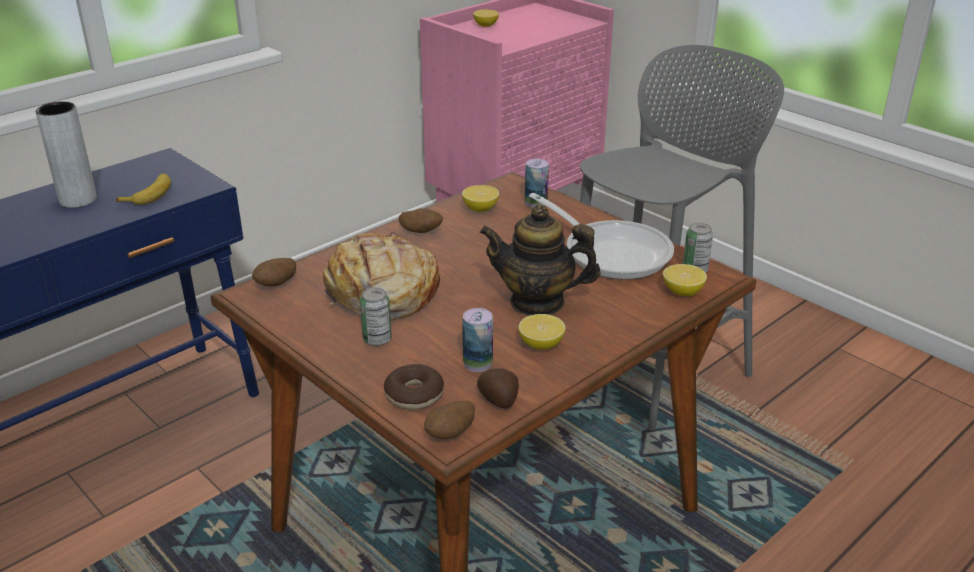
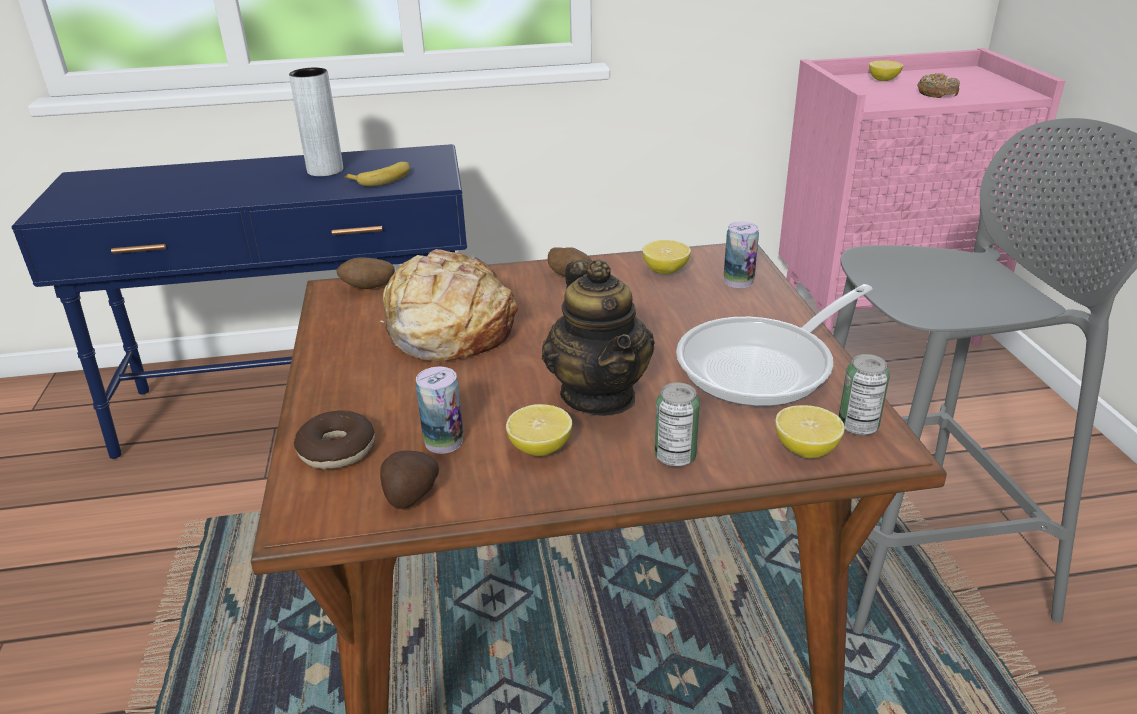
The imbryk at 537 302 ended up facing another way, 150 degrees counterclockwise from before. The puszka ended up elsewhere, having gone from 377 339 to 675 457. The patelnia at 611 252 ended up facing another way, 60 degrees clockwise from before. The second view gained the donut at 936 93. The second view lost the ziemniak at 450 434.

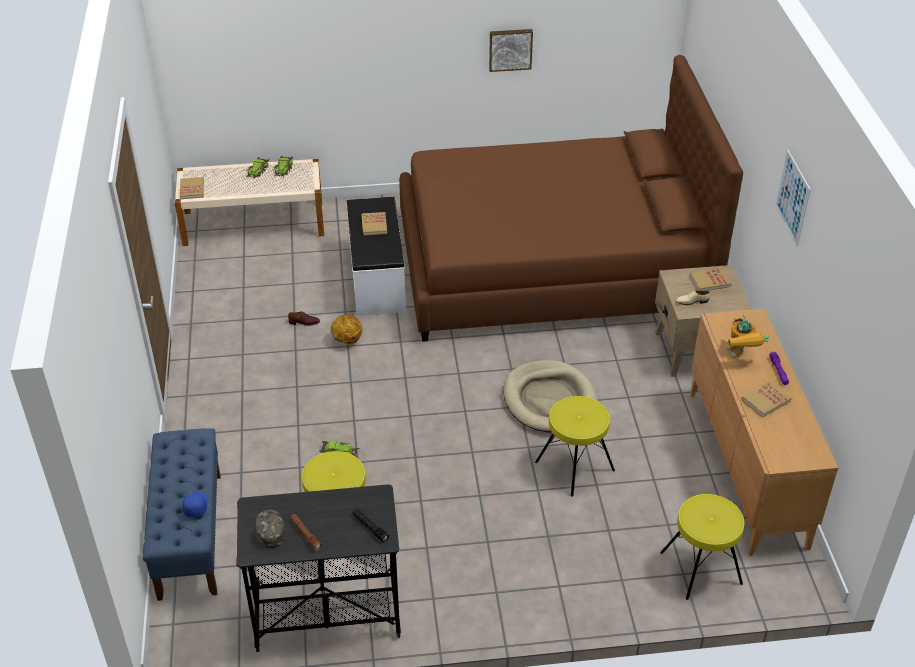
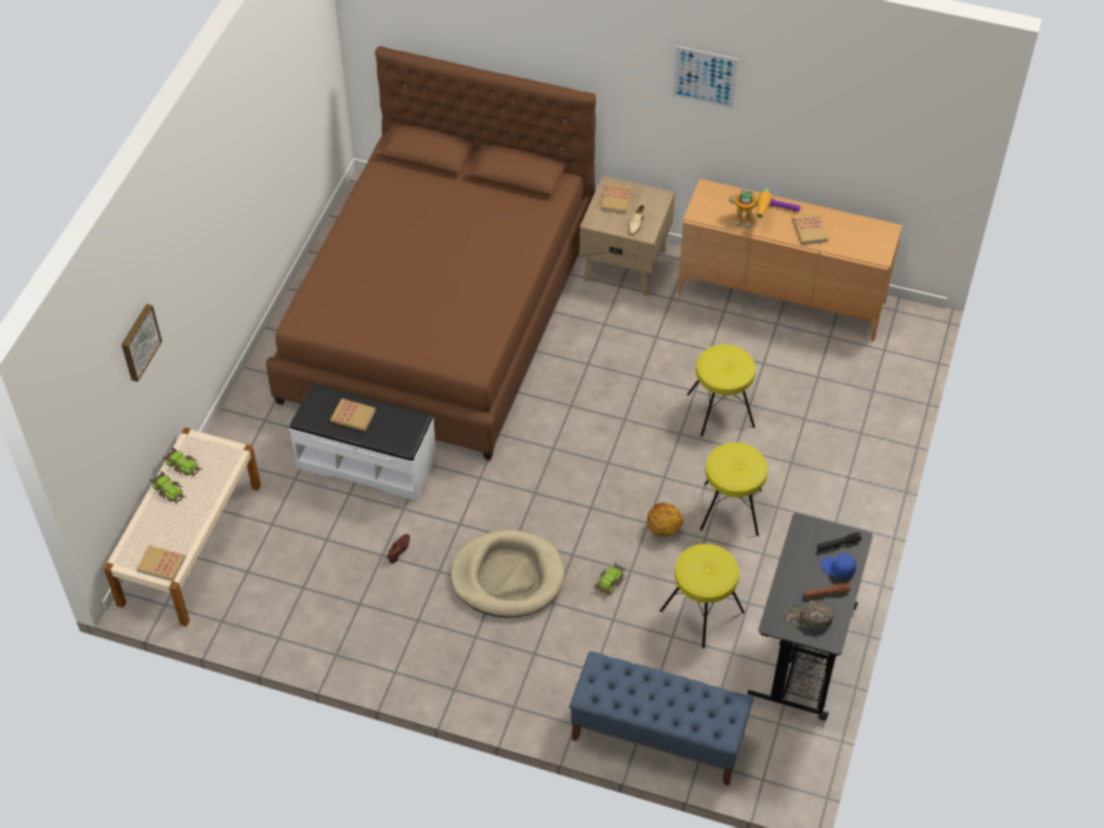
The obraz ended up elsewhere, having gone from 510 49 to 139 342. The legowisko (beżowy) ended up elsewhere, having gone from 549 400 to 508 577. The piłka do koszykówki ended up elsewhere, having gone from 347 340 to 663 529. The stołek (żółty) ended up elsewhere, having gone from 701 567 to 730 509. The czapka z daszkiem (niebieski) ended up elsewhere, having gone from 195 506 to 837 568.

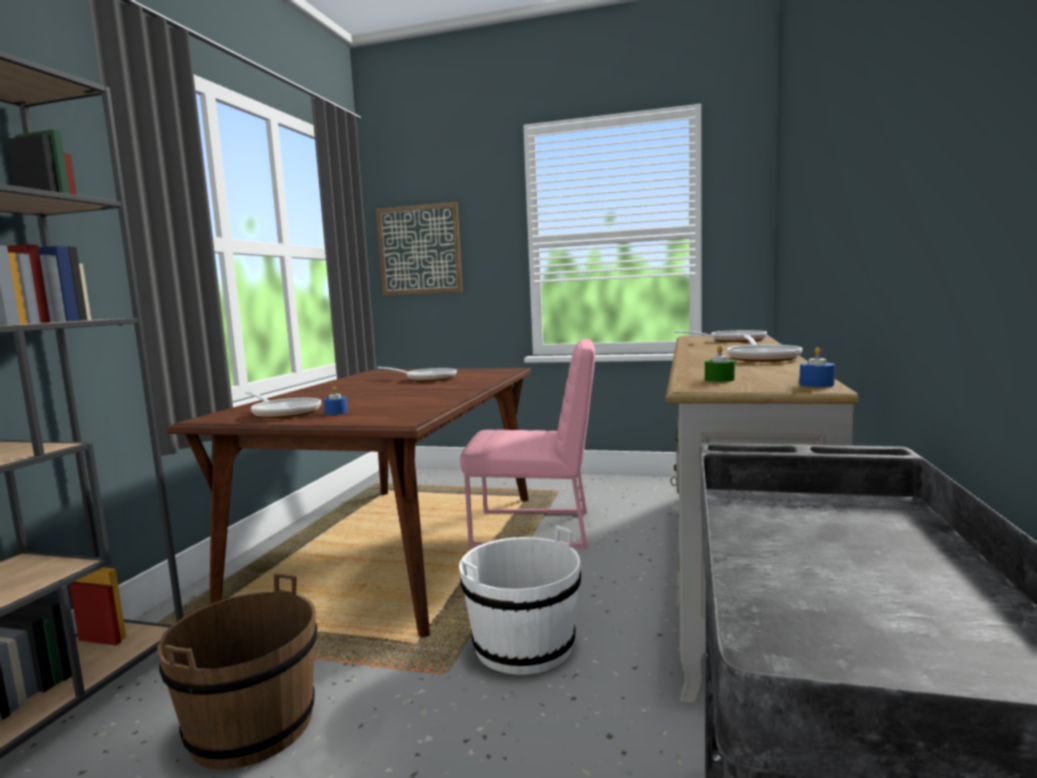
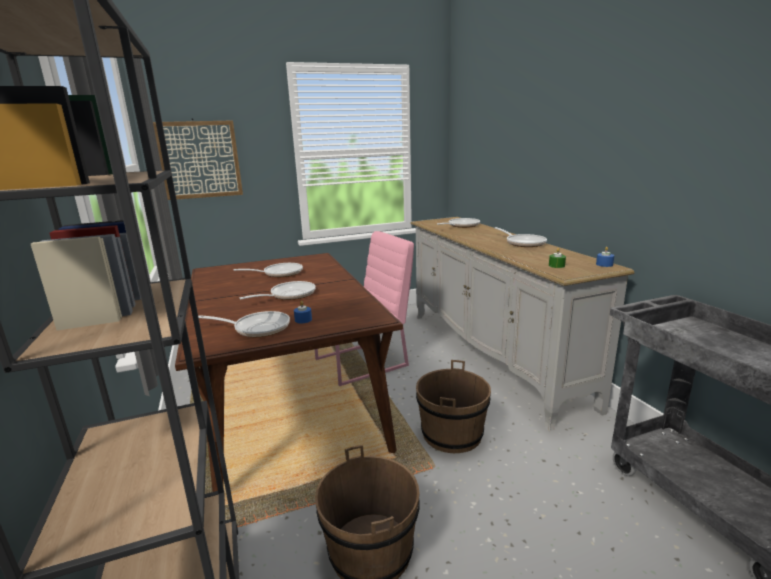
The second view gained the patelnia at 289 295. What was the wiadro (biały) at 524 646 turned into the wiadro (brązowy) at 452 434.

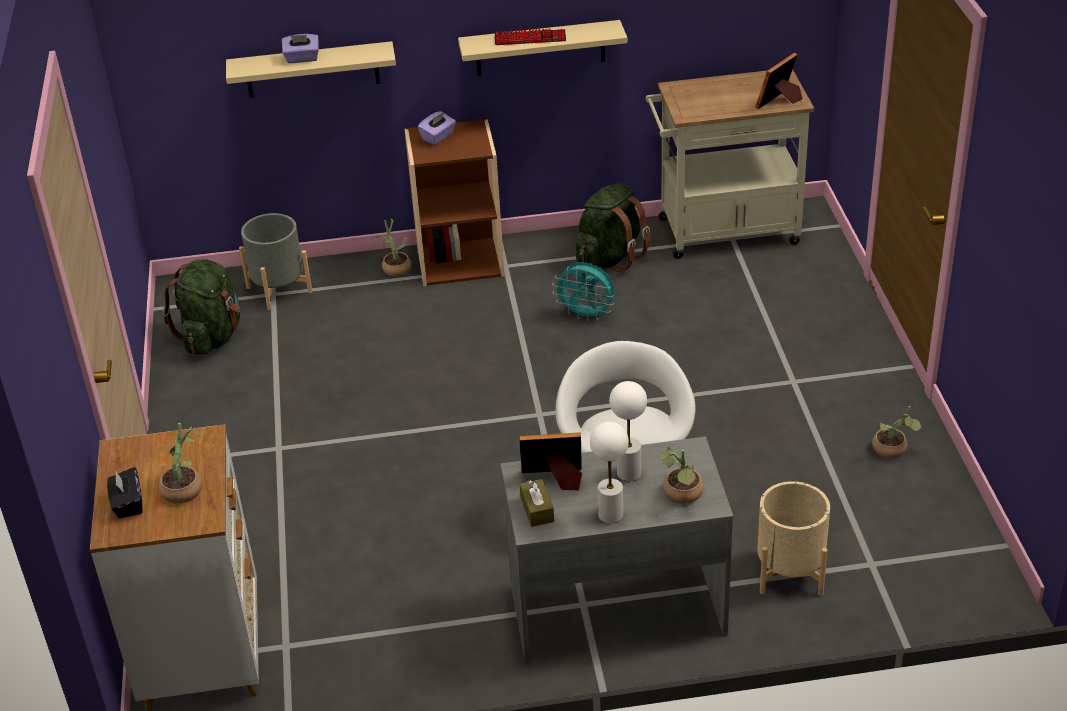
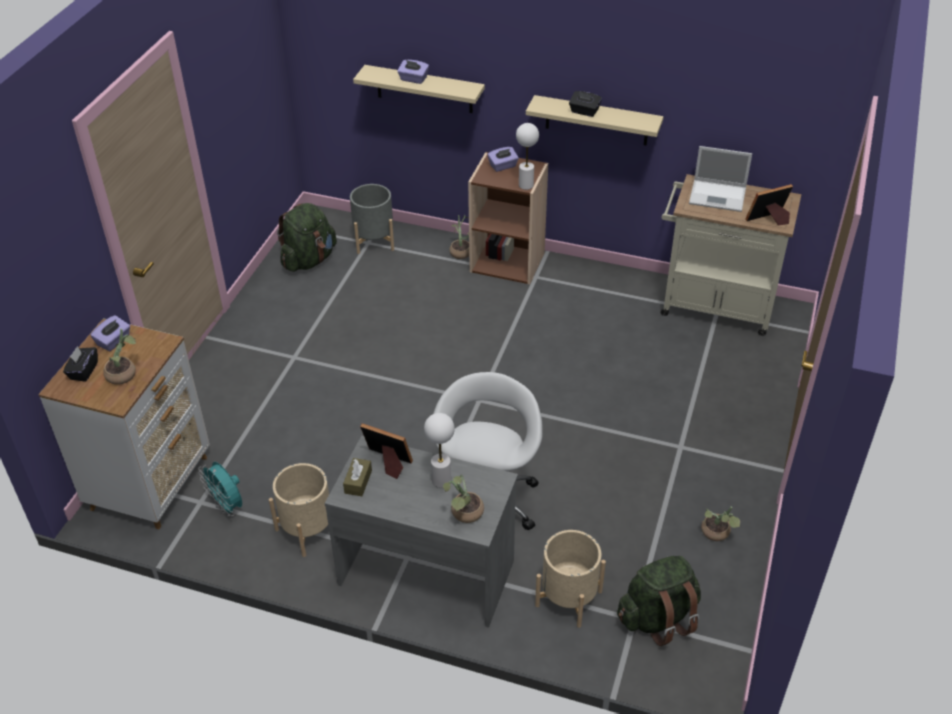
The second view gained the pudełko chusteczek (fioletowy) at 114 341. The wentylator (turkusowy) ended up elsewhere, having gone from 586 315 to 227 506. The second view gained the donica (beżowy) at 308 530. The lampa stołowa (biały) ended up elsewhere, having gone from 611 515 to 526 185. Where the klawiatura stood at 530 38, the pudełko chusteczek (czarny) came to stand at 584 111. The plecak (zielony) ended up elsewhere, having gone from 610 257 to 658 618. The second view gained the laptop at 718 196.

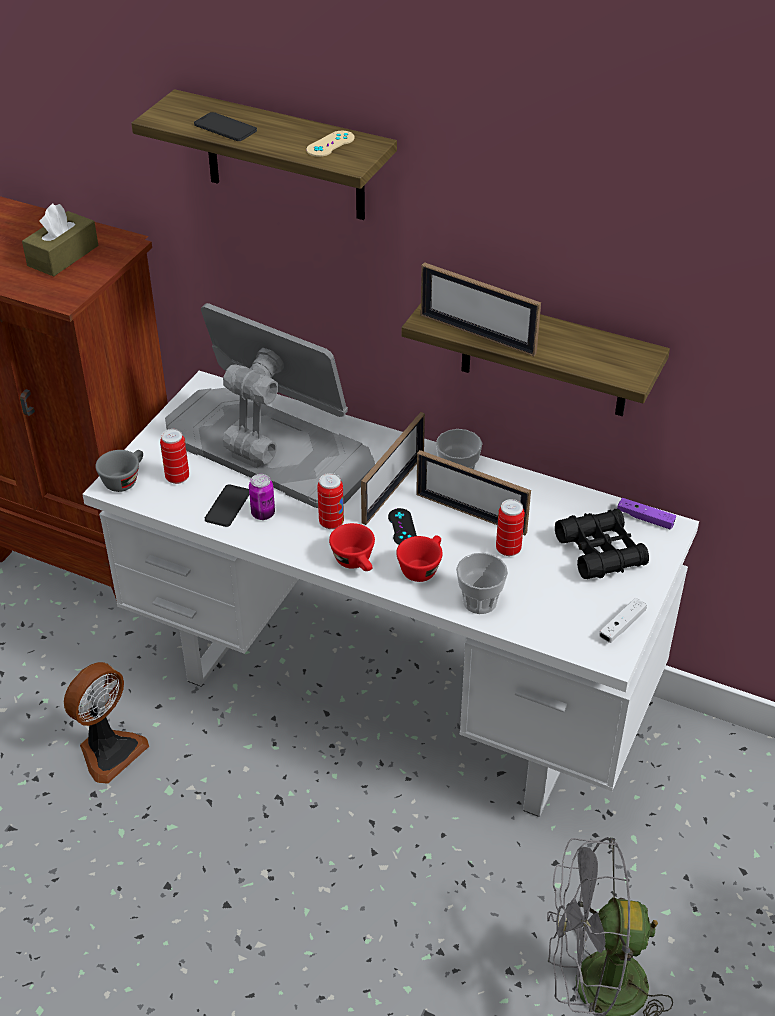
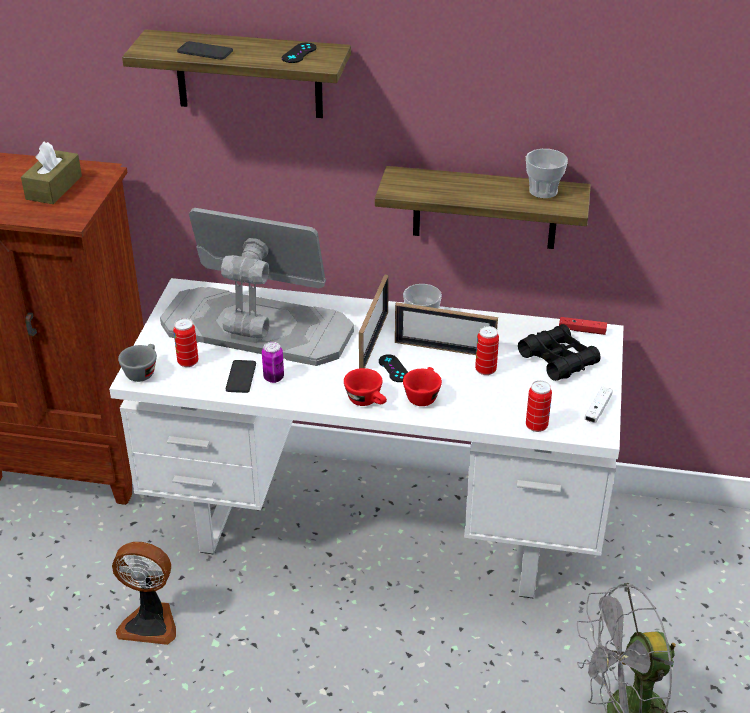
The wentylator at 109 751 ended up facing another way, 75 degrees clockwise from before. What was the pad do gier (beżowy) at 330 144 turned into the pad do gier (czarny) at 299 53. The filiżanka ended up elsewhere, having gone from 479 601 to 543 191. The puszka ended up elsewhere, having gone from 331 522 to 536 426. What was the pad do gier (fioletowy) at 645 518 turned into the pad do gier (czerwony) at 582 330. The second view lost the ramka na zdjęcie at 477 334.

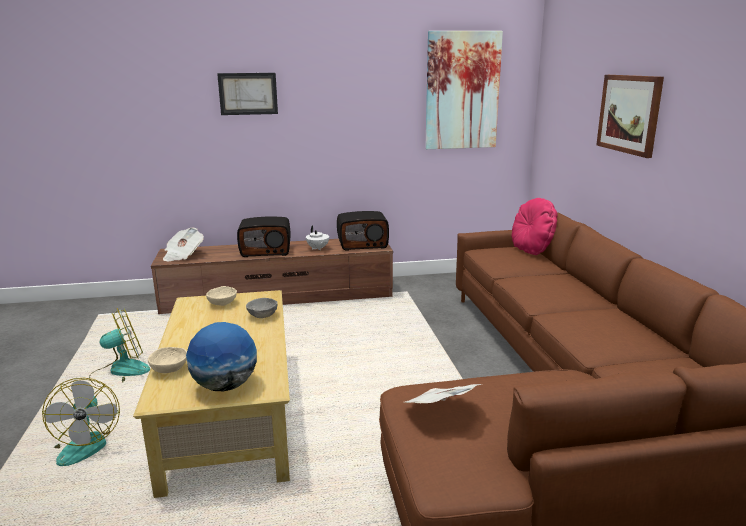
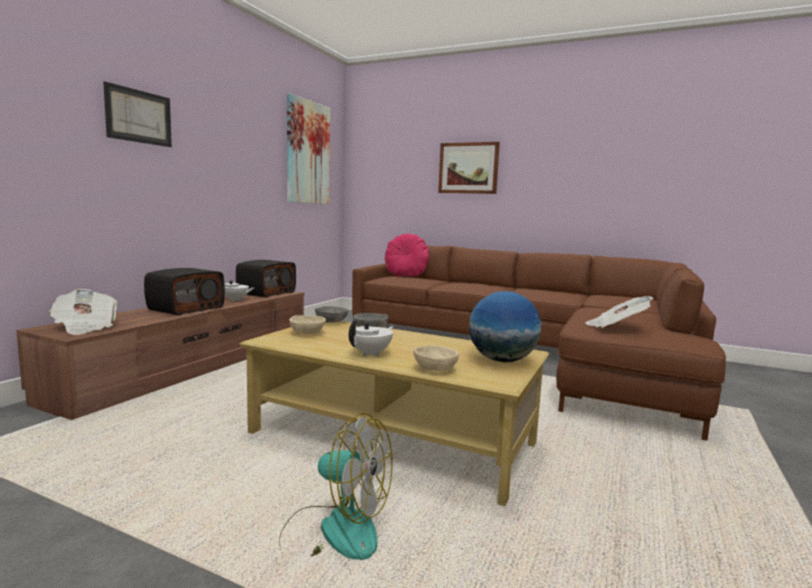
The second view gained the miska (szary) at 331 322. The second view gained the imbryk (biały) at 371 353. The second view lost the wentylator at 120 372.

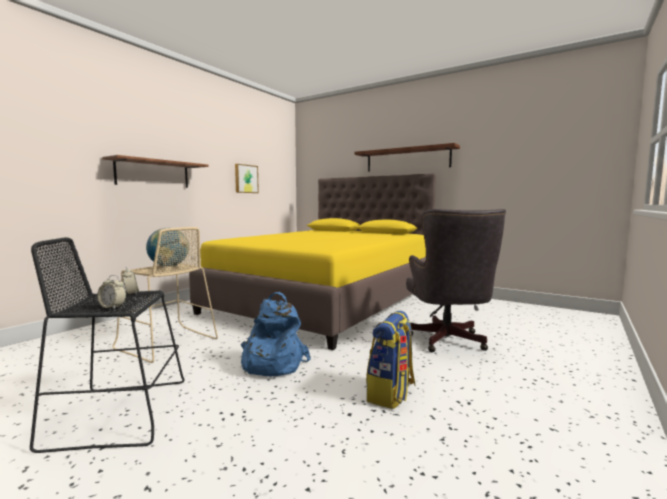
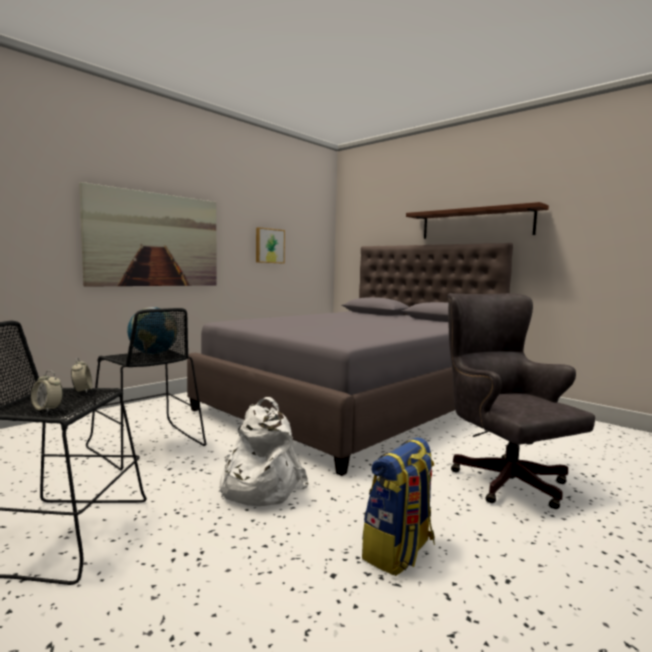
Where the półka hung at 153 174, the obraz came to hang at 154 240. What was the stołek (beżowy) at 167 343 turned into the stołek (czarny) at 147 446. What was the łóżko (żółty) at 325 301 turned into the łóżko (szary) at 355 405. What was the plecak (niebieski) at 271 364 turned into the plecak (biały) at 258 487. The krzesło biurowe (szary) at 448 341 ended up facing another way, 150 degrees clockwise from before.

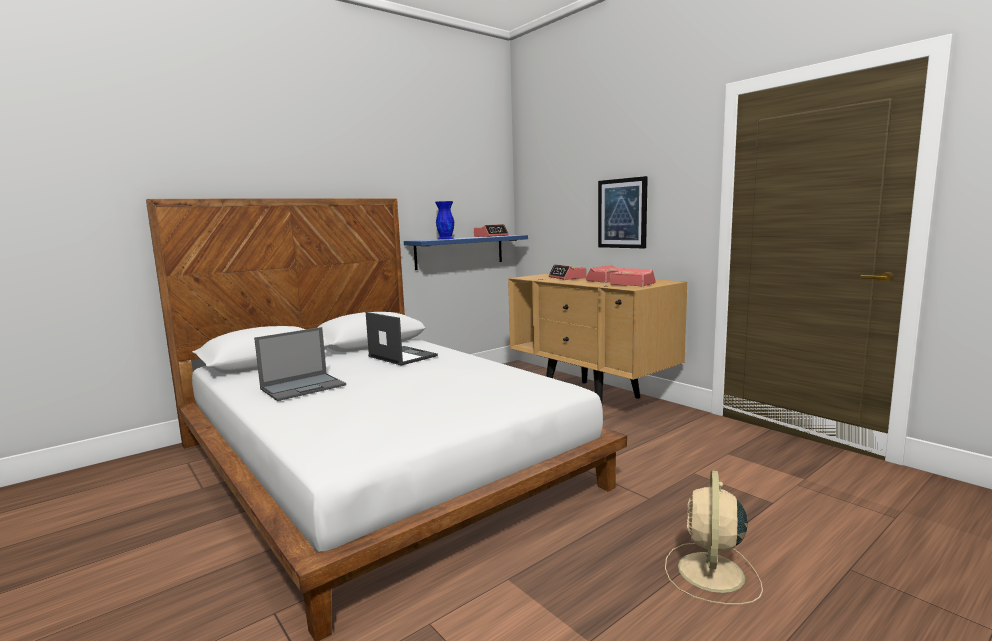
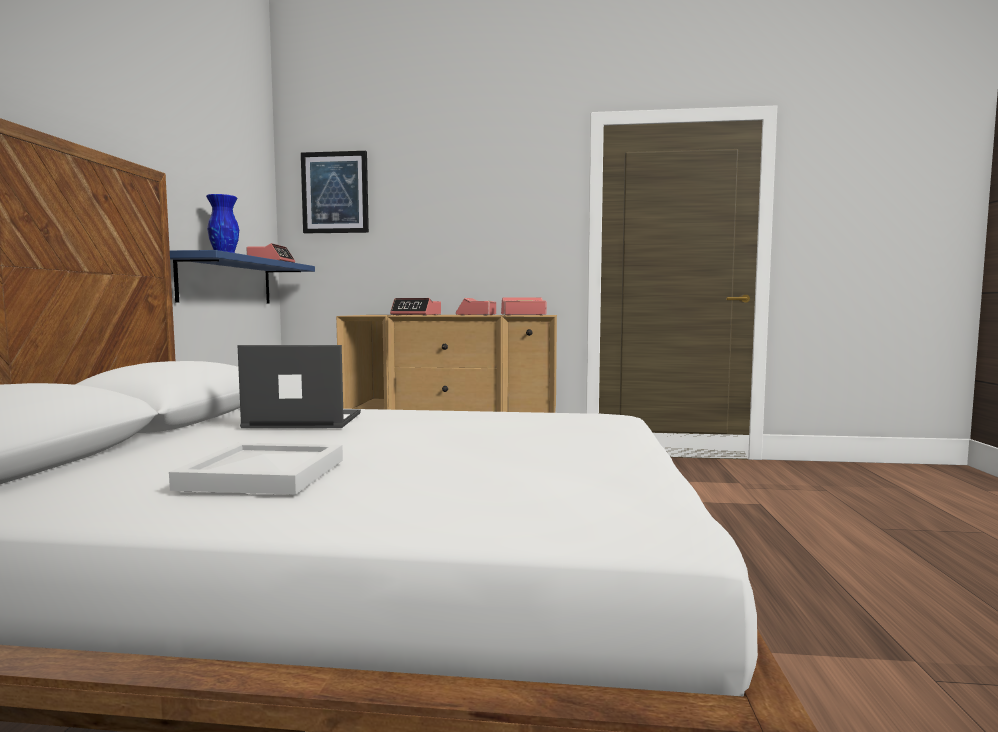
Where the laptop stood at 304 387, the taca (biały) came to stand at 263 473. The obraz ended up elsewhere, having gone from 622 213 to 335 193. The second view lost the wentylator (beżowy) at 711 574.

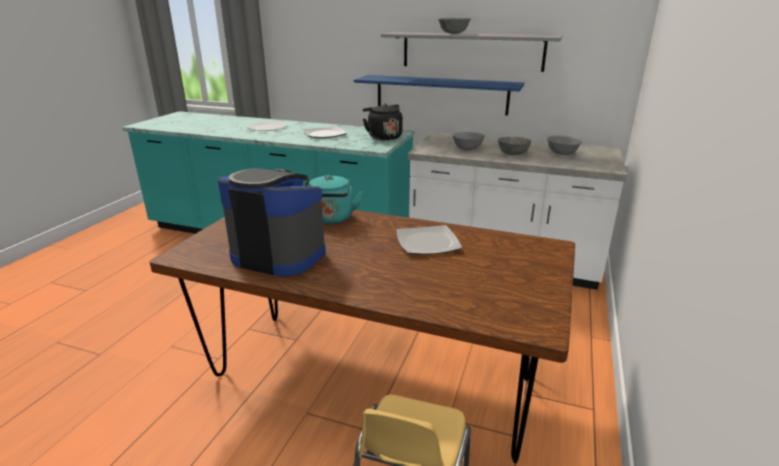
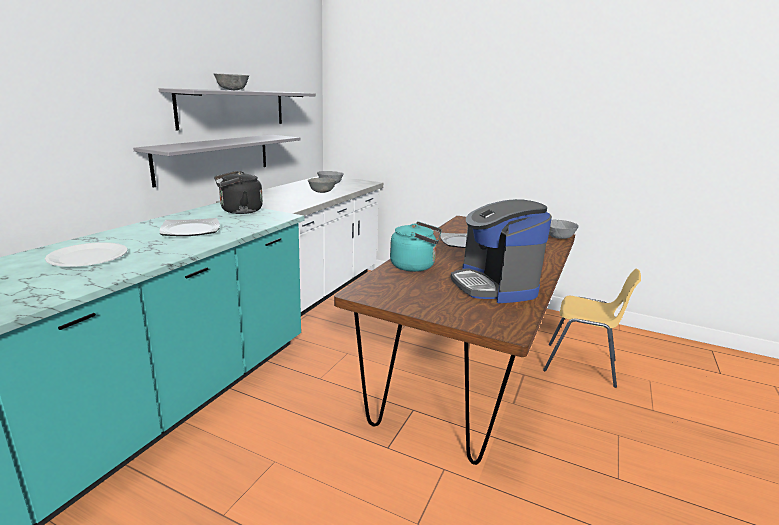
What was the półka (niebieski) at 441 94 turned into the półka (szary) at 215 158. The ekspres do kawy at 279 255 ended up facing another way, 45 degrees counterclockwise from before. The miska (szary) ended up elsewhere, having gone from 467 149 to 558 237.

